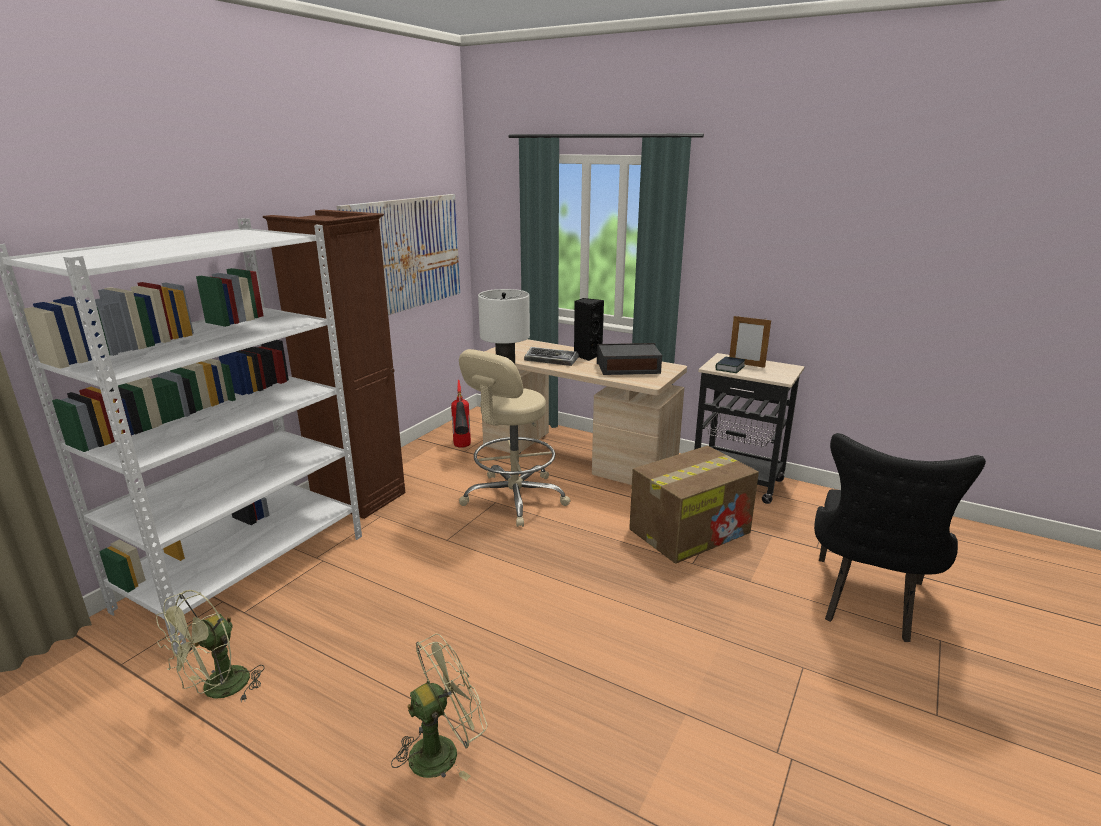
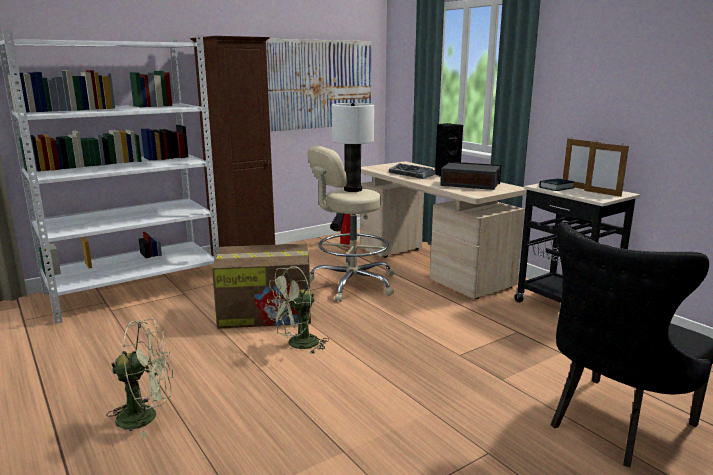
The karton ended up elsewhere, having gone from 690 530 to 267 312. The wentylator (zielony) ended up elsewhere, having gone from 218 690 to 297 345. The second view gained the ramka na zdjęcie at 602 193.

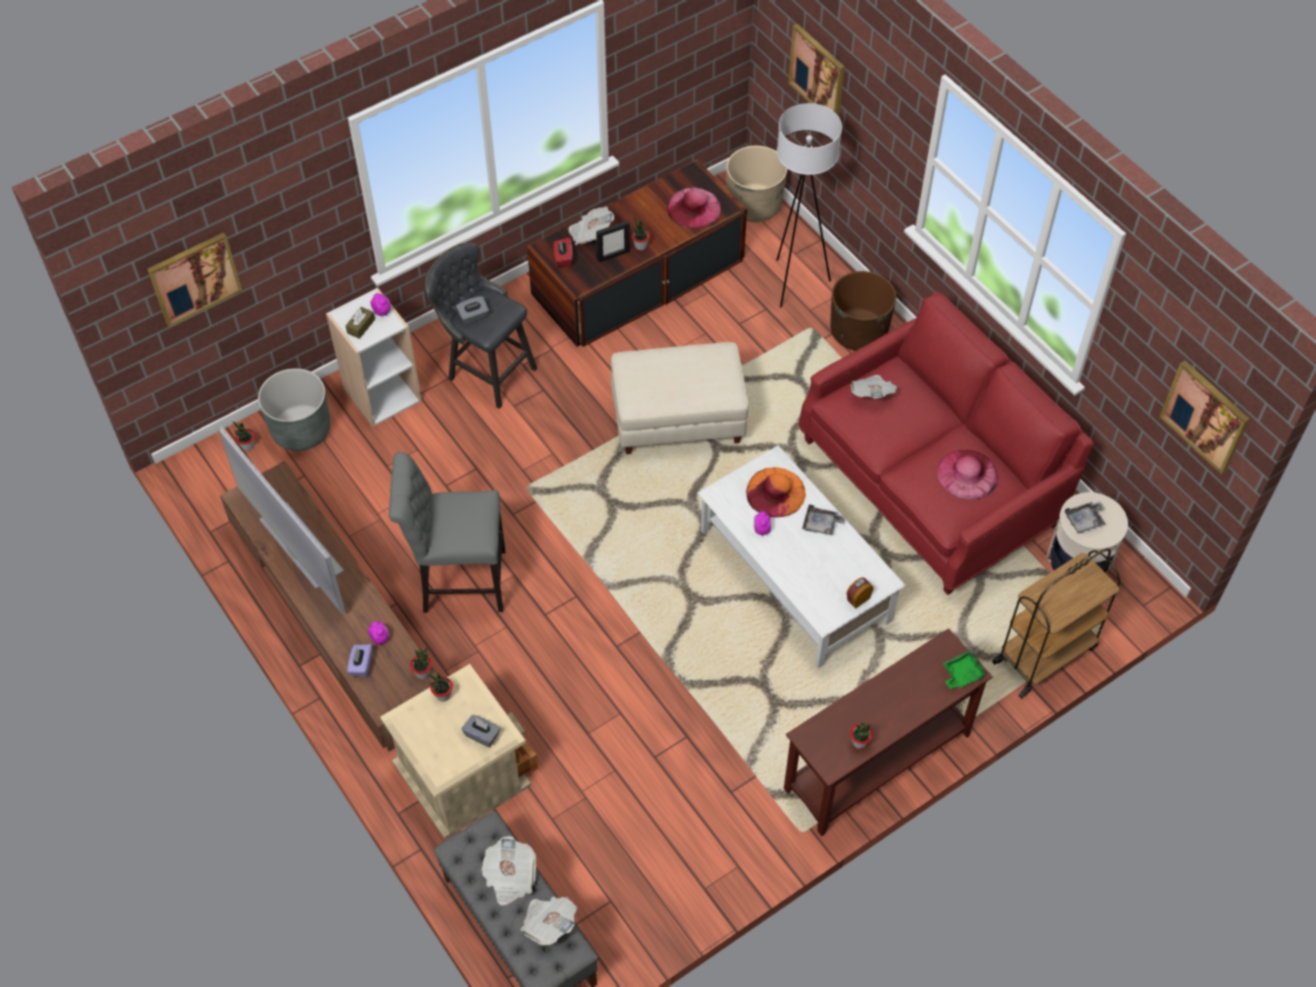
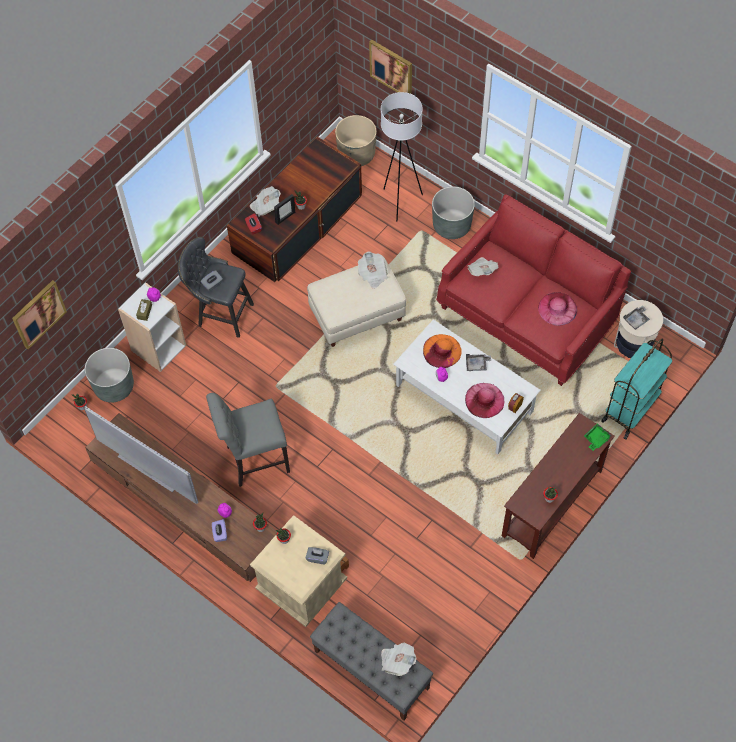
The gazeta ended up elsewhere, having gone from 510 877 to 373 274. What was the donica (brązowy) at 858 332 turned into the donica (szary) at 451 225. The kapelusz (różowy) ended up elsewhere, having gone from 693 208 to 484 400. What was the wózek (brązowy) at 1046 655 turned into the wózek (turkusowy) at 631 408. The second view lost the obraz at 1205 416.

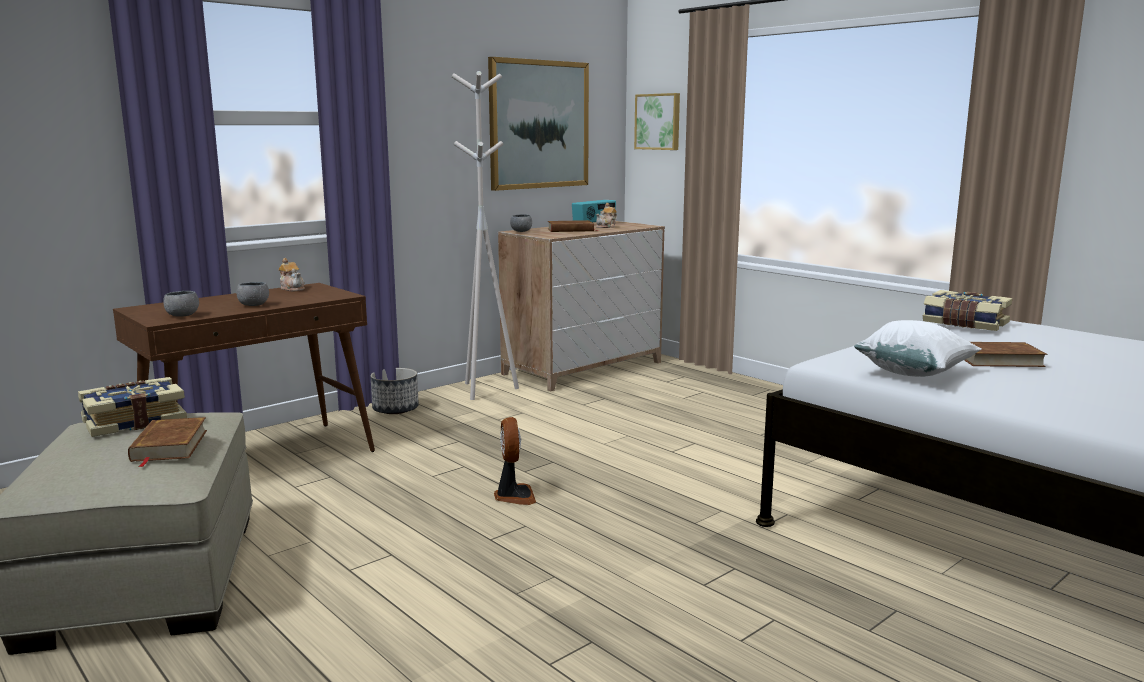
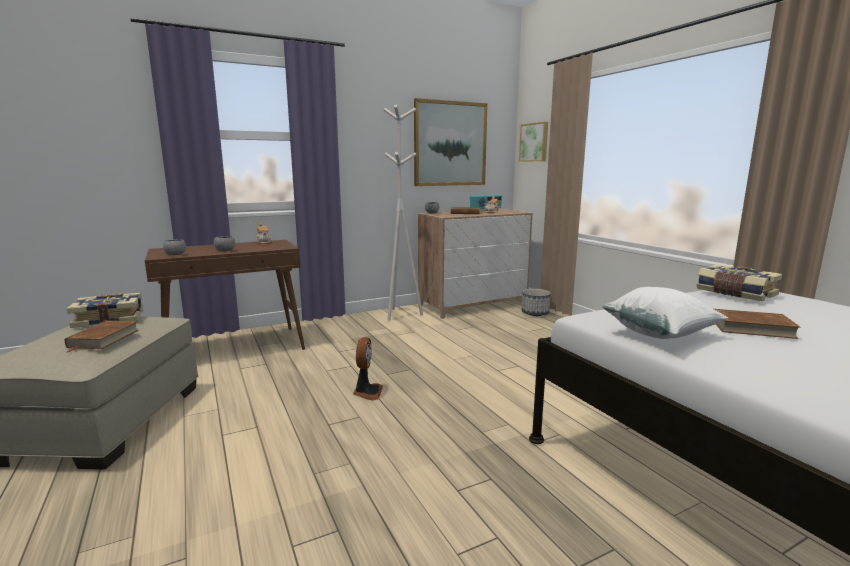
The donica ended up elsewhere, having gone from 396 409 to 535 313.

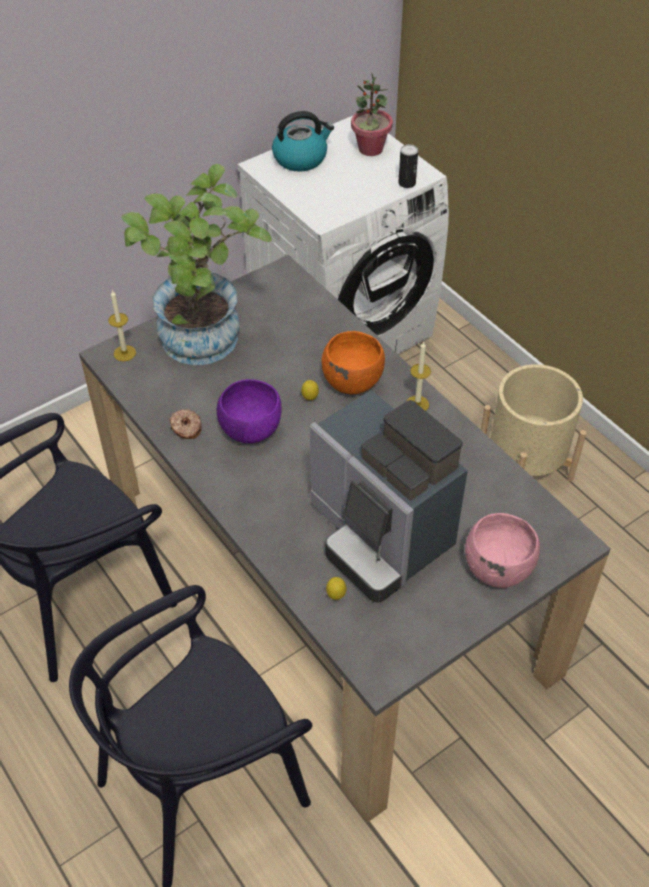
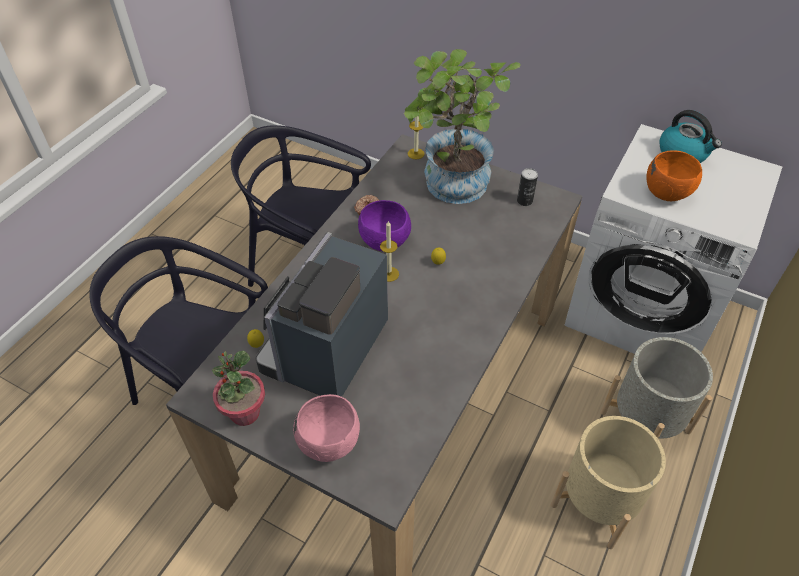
The roślina doniczkowa ended up elsewhere, having gone from 370 149 to 244 413. The świeca ended up elsewhere, having gone from 417 404 to 389 274. The puszka ended up elsewhere, having gone from 407 183 to 524 201. The second view gained the donica (szary) at 645 422. The miska (pomarańczowy) ended up elsewhere, having gone from 351 382 to 666 193.

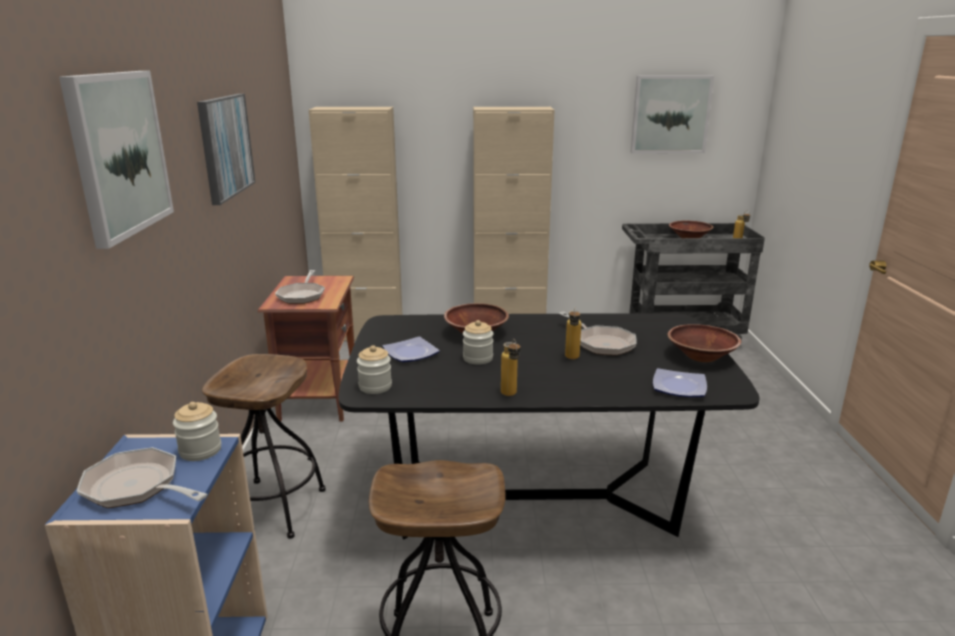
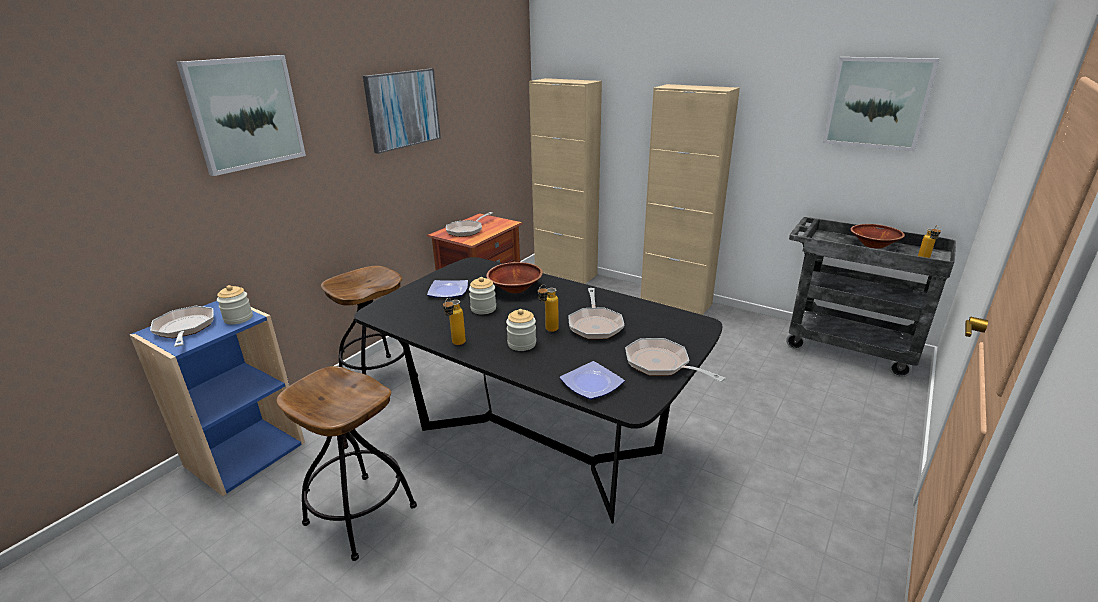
The słoik ended up elsewhere, having gone from 375 386 to 522 344. Where the miska (brązowy) stood at 701 356, the patelnia came to stand at 661 364.

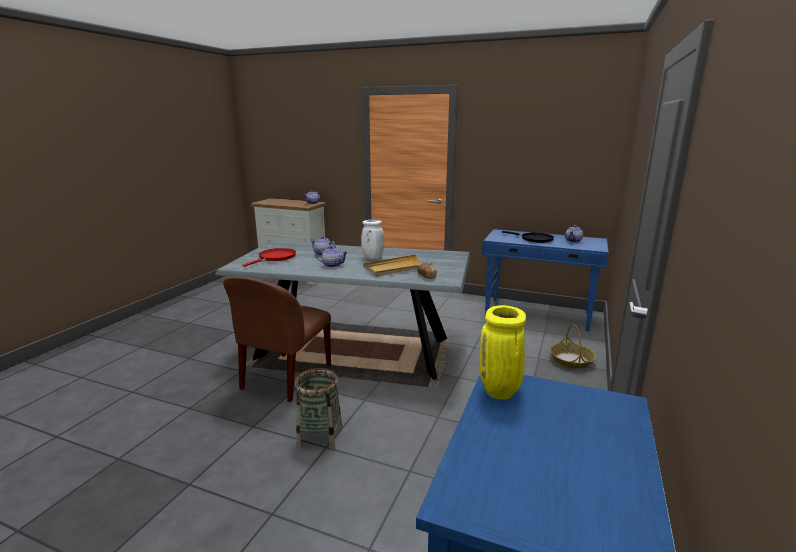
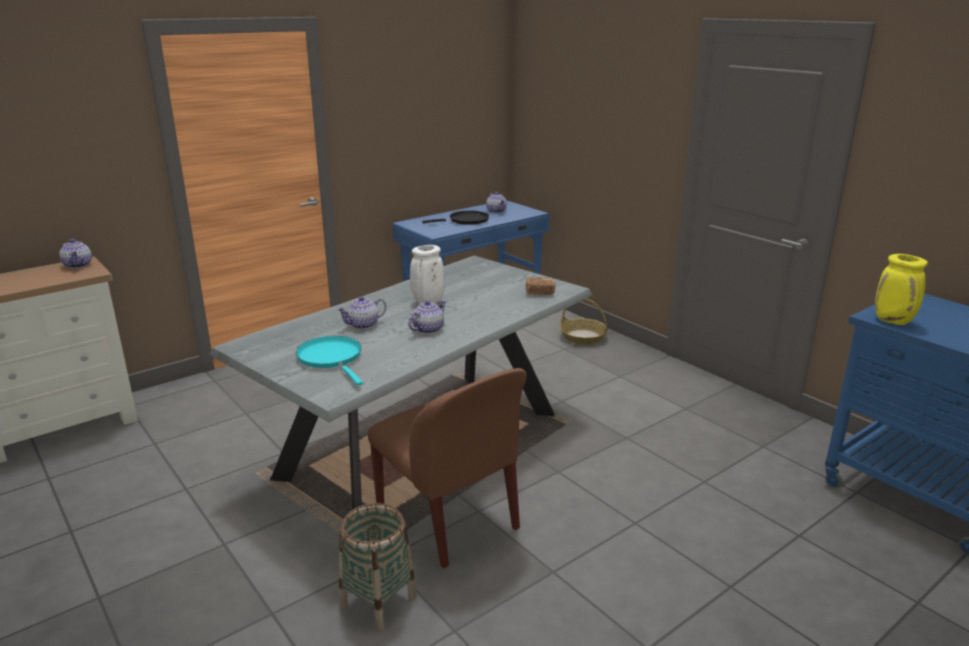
What was the patelnia (czerwony) at 275 258 turned into the patelnia (turkusowy) at 331 358. The koszyk ended up elsewhere, having gone from 320 436 to 378 601. The second view lost the taca (beżowy) at 396 268.

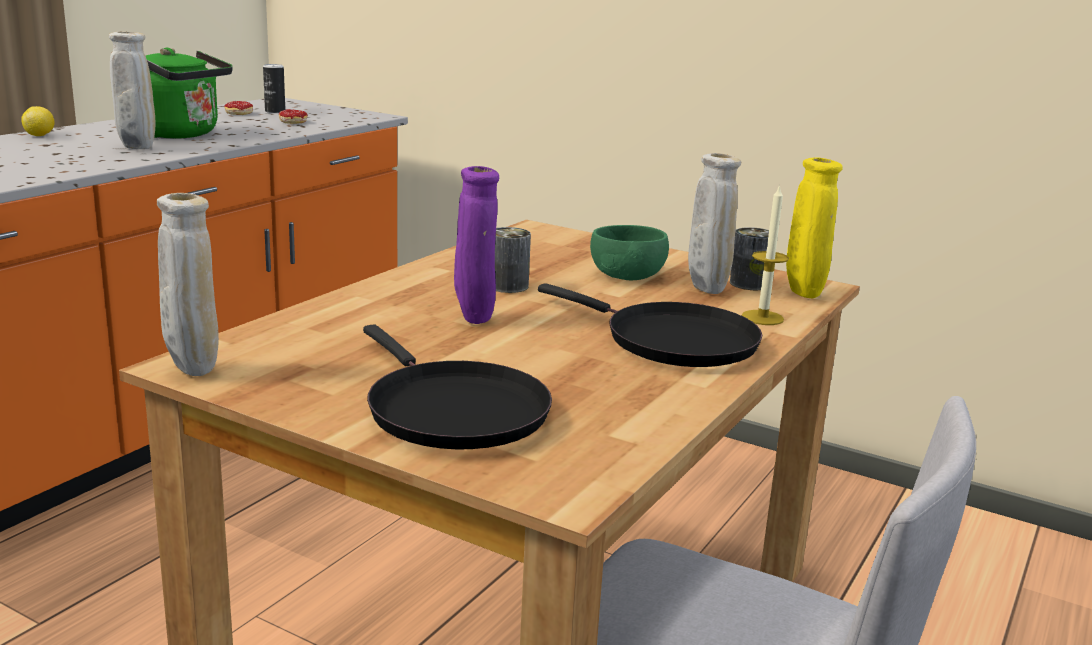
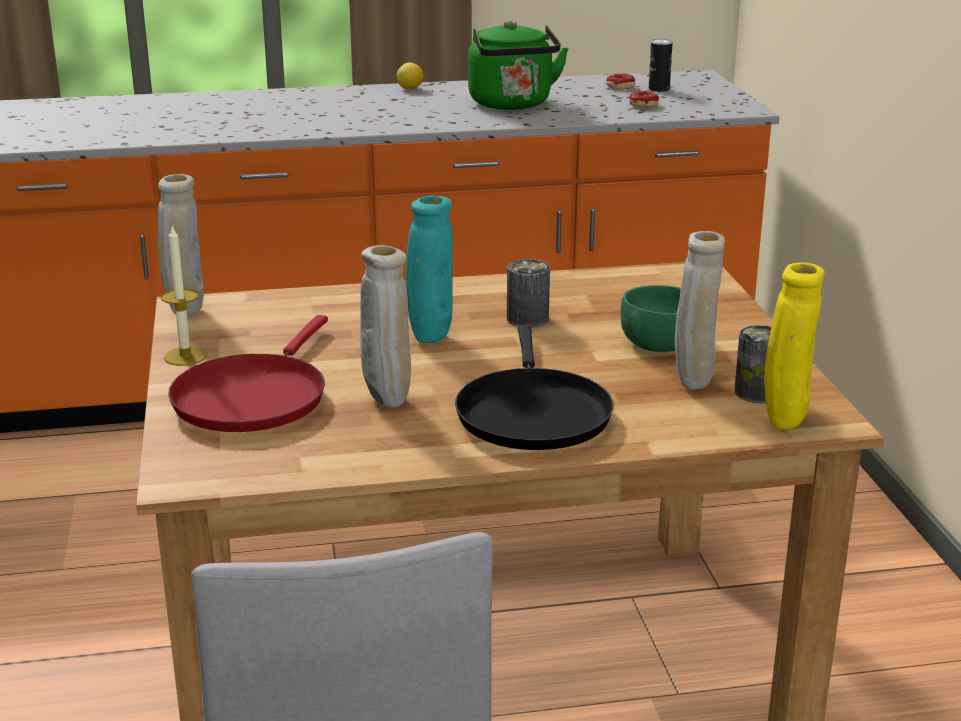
The świeca ended up elsewhere, having gone from 762 317 to 185 356. What was the patelnia (czarny) at 451 410 turned into the patelnia (czerwony) at 253 397. The wazon (beżowy) ended up elsewhere, having gone from 137 148 to 387 401. What was the wazon (fioletowy) at 474 319 turned into the wazon (turkusowy) at 430 338.

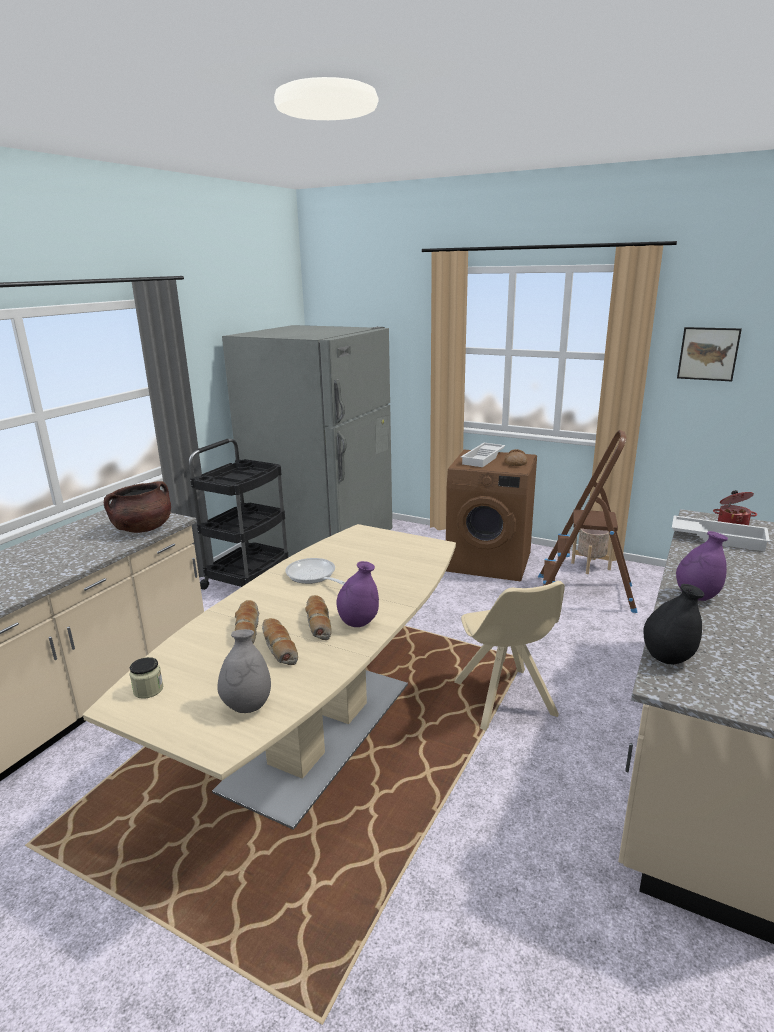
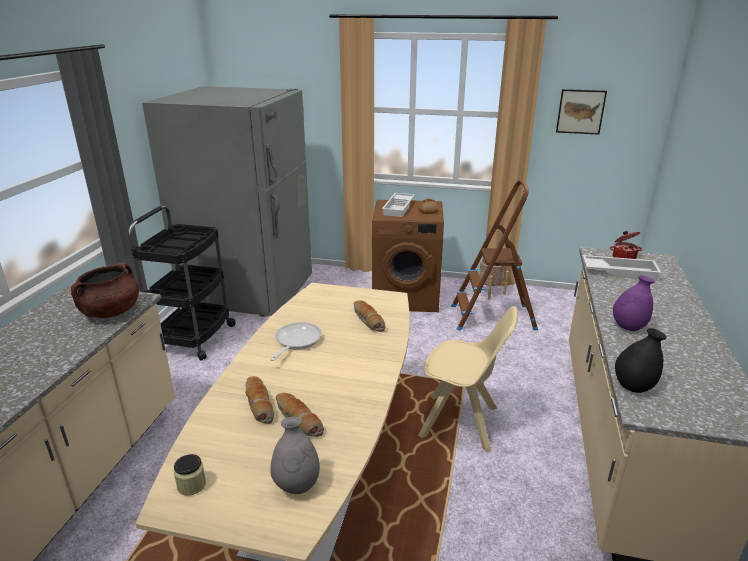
The patelnia at 313 576 ended up facing another way, 75 degrees clockwise from before. The chleb ended up elsewhere, having gone from 318 623 to 367 320. The krzesło (beżowy) at 504 700 ended up facing another way, 45 degrees counterclockwise from before. The second view lost the wazon (fioletowy) at 358 622.

